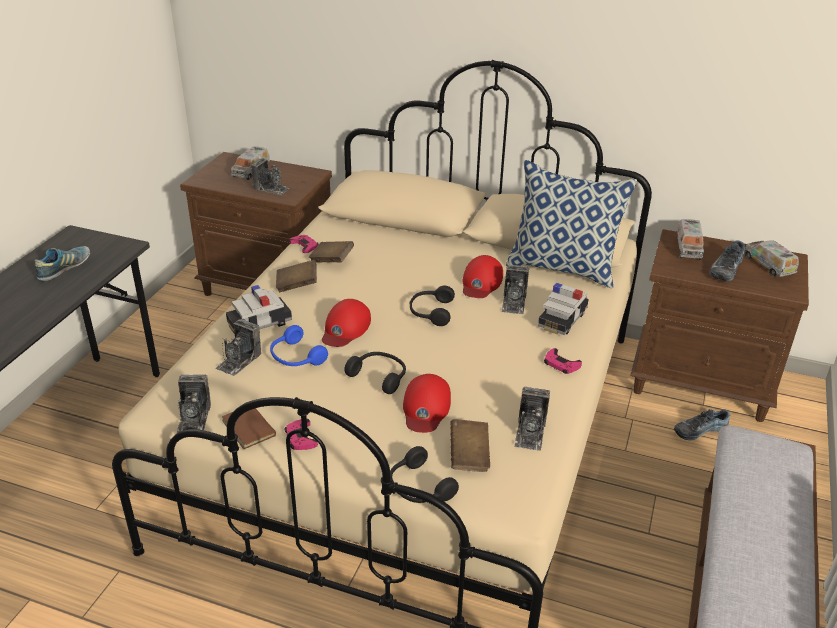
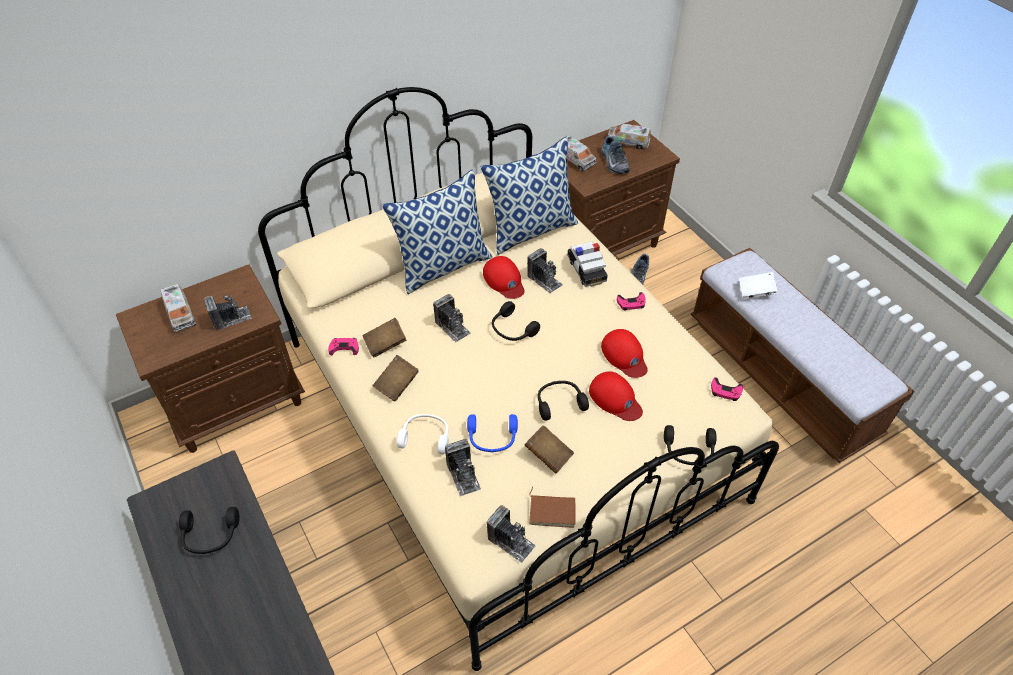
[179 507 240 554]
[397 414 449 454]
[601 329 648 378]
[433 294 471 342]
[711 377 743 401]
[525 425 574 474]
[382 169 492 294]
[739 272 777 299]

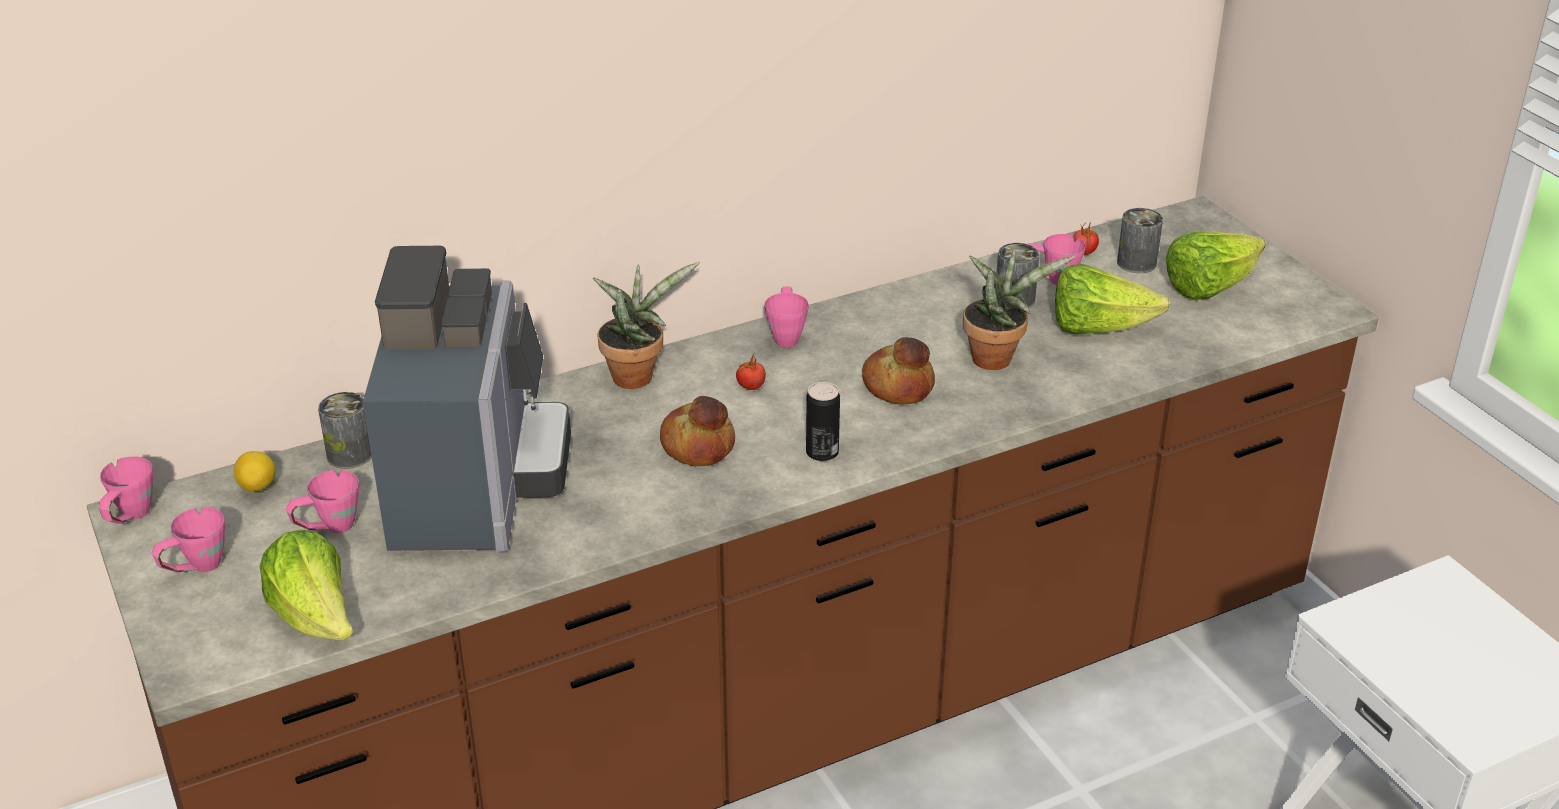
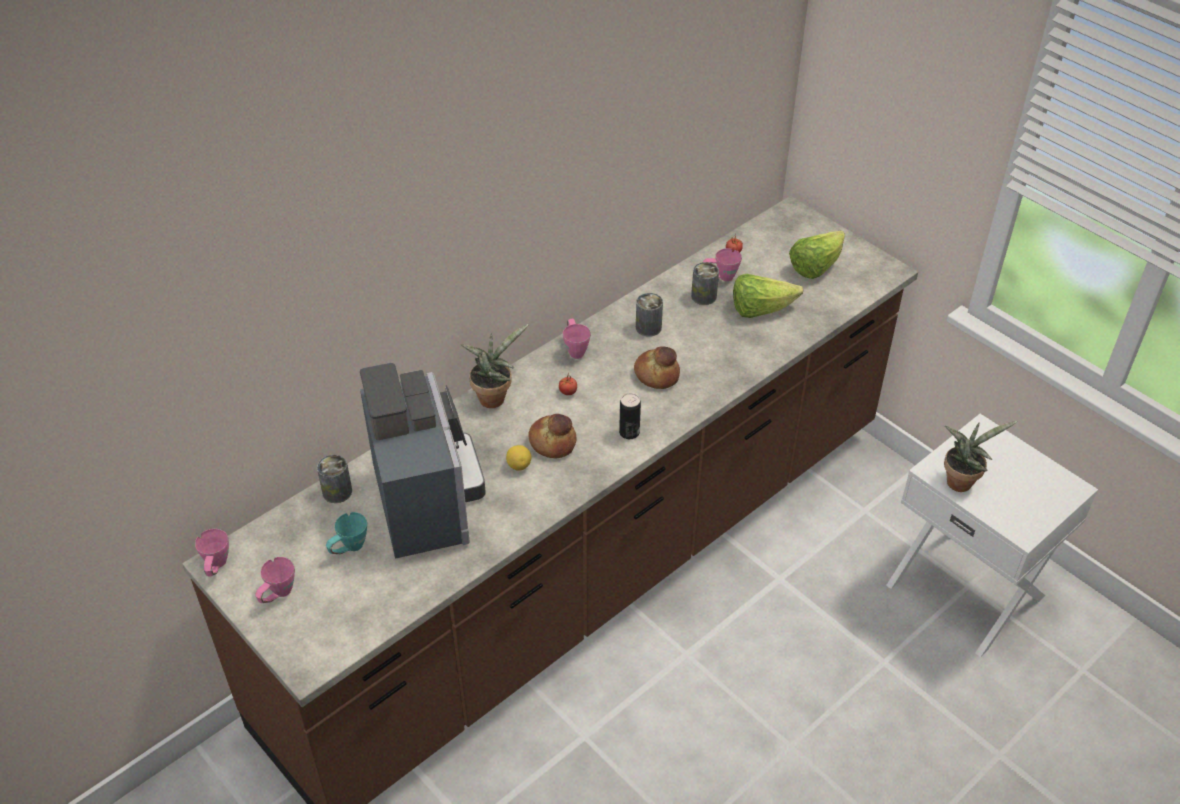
[636 293 663 337]
[944 421 1017 492]
[506 445 531 471]
[326 512 367 554]
[260 530 353 640] (first image)

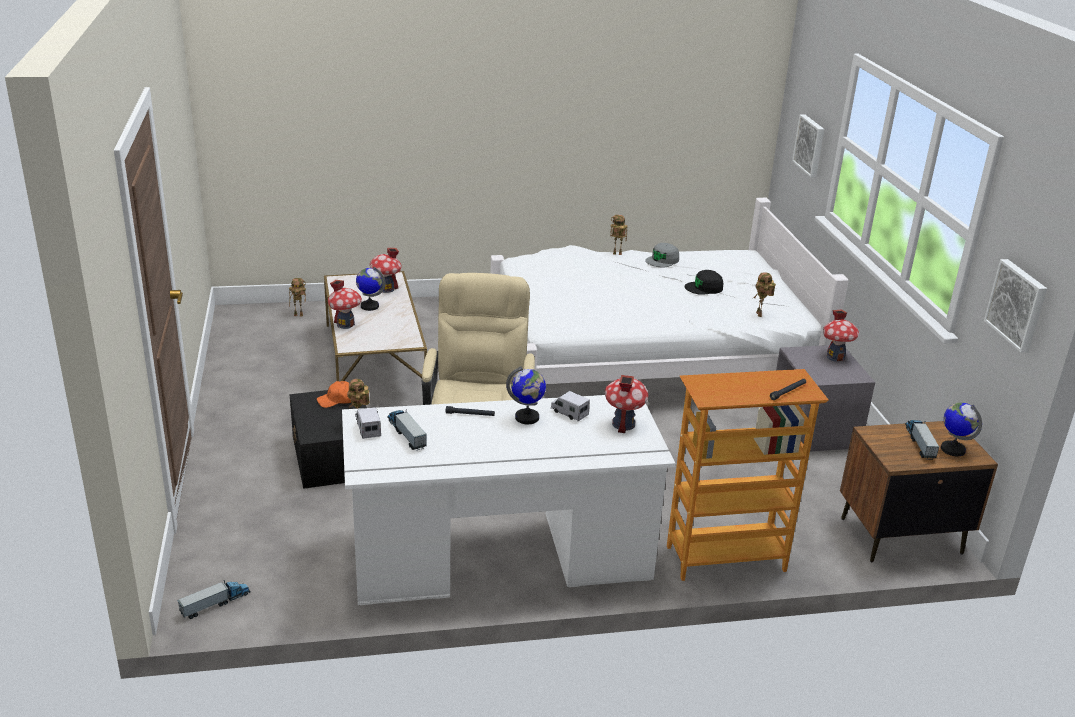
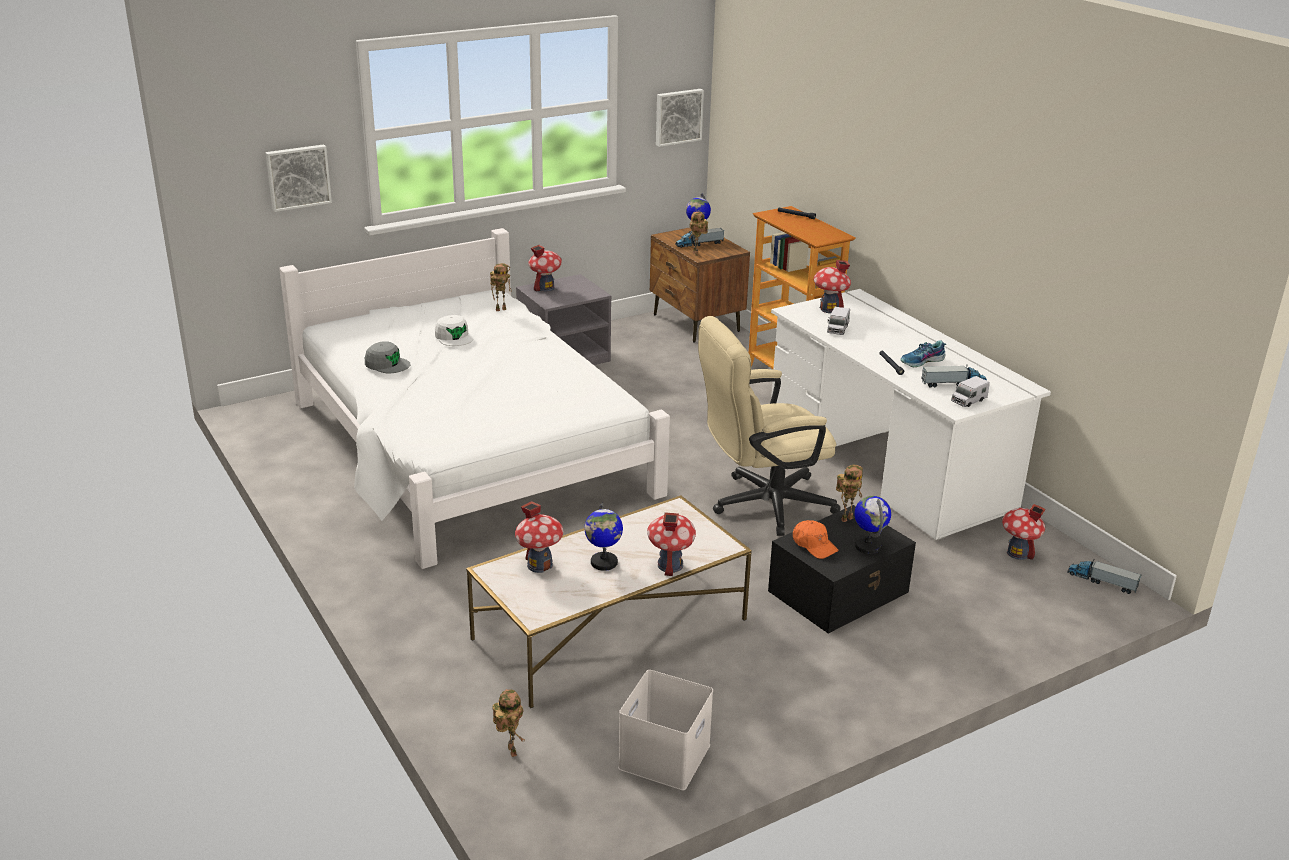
[688 212 708 256]
[435 315 473 346]
[854 496 891 554]
[921 364 987 388]
[900 340 946 367]
[1002 504 1046 560]
[618 670 713 790]

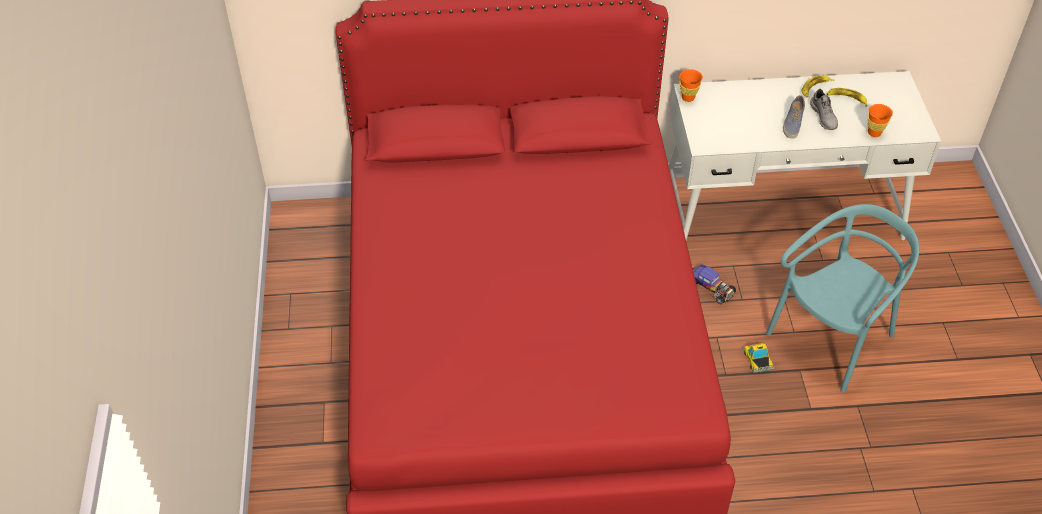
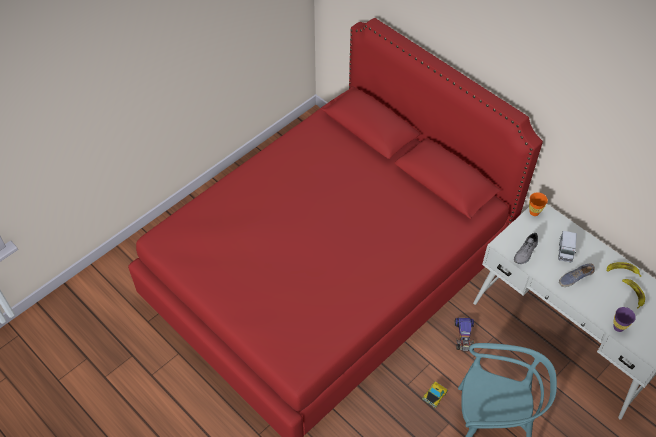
[514 233 538 264]
[613 307 636 332]
[558 231 577 262]

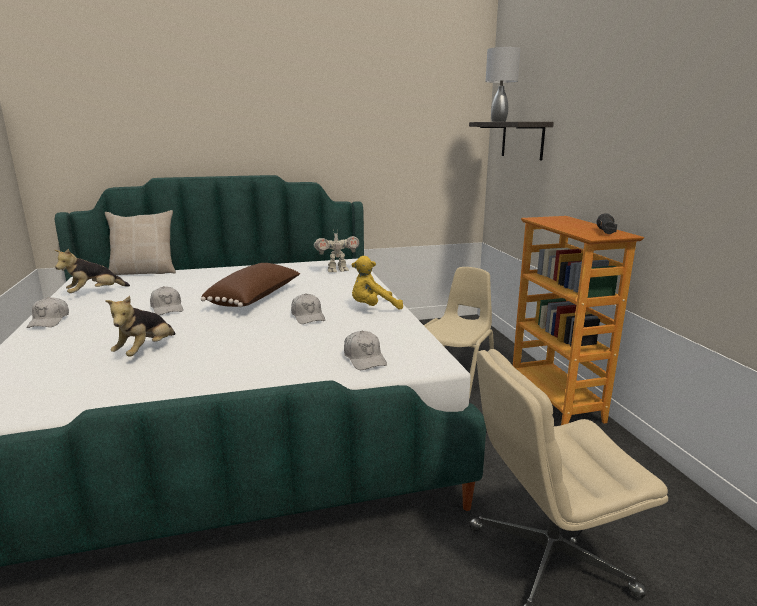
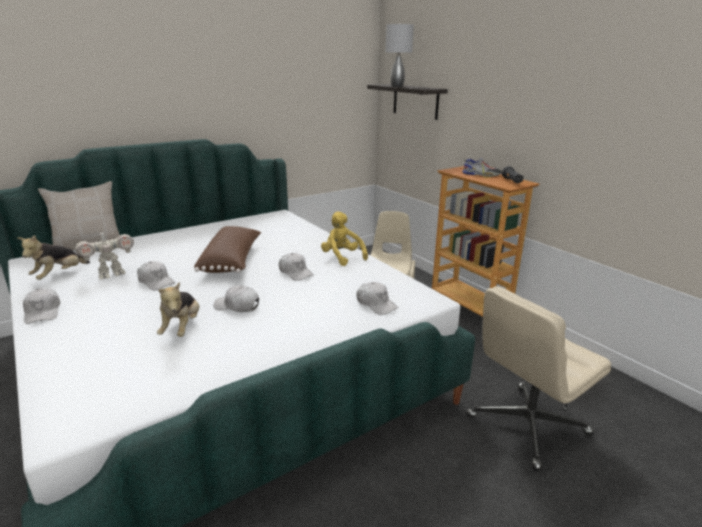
[75 228 134 279]
[321 211 368 266]
[462 158 502 178]
[213 285 259 312]

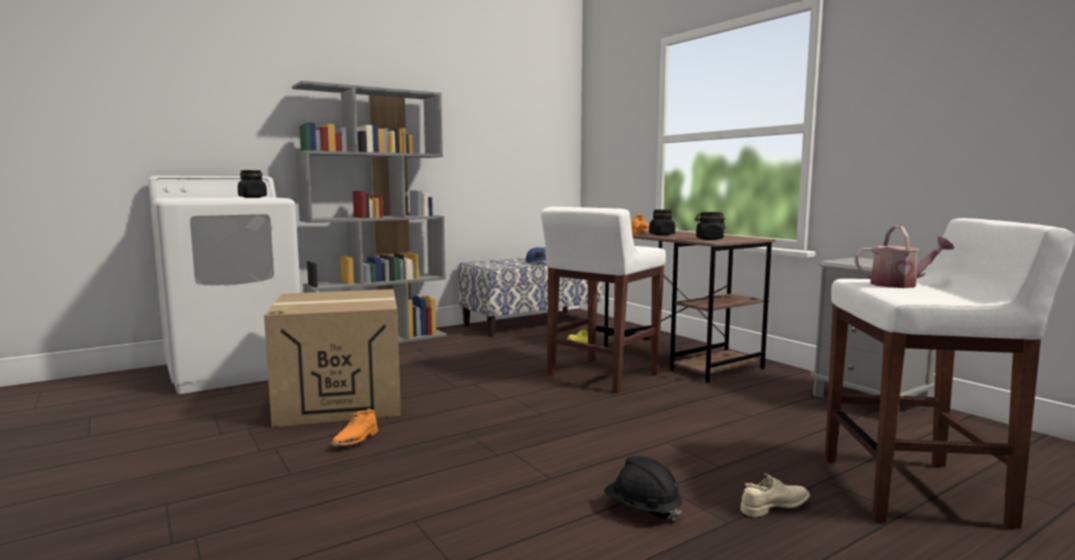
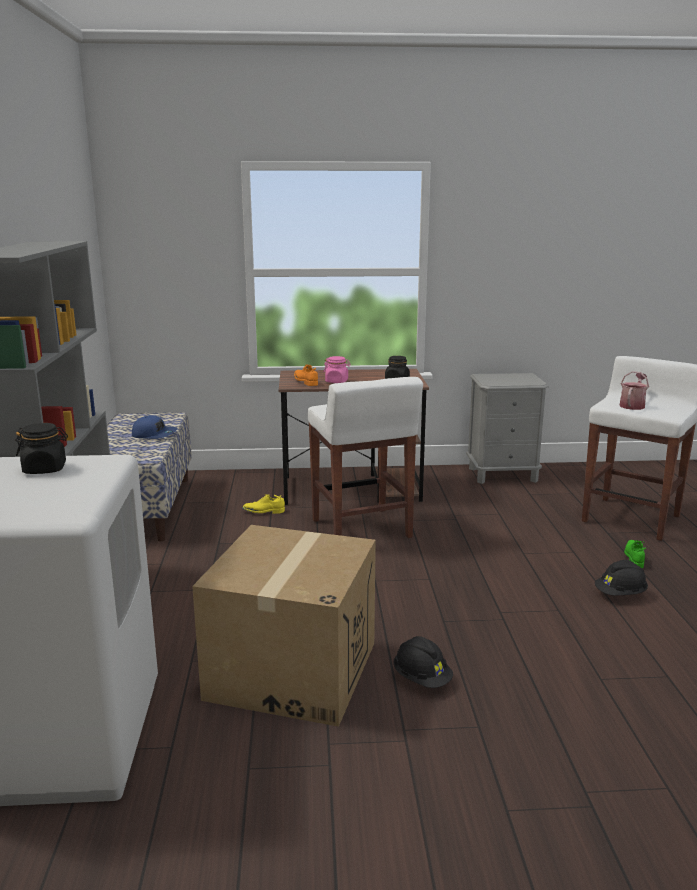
[324 356 351 383]
[393 636 453 688]
[624 540 646 568]

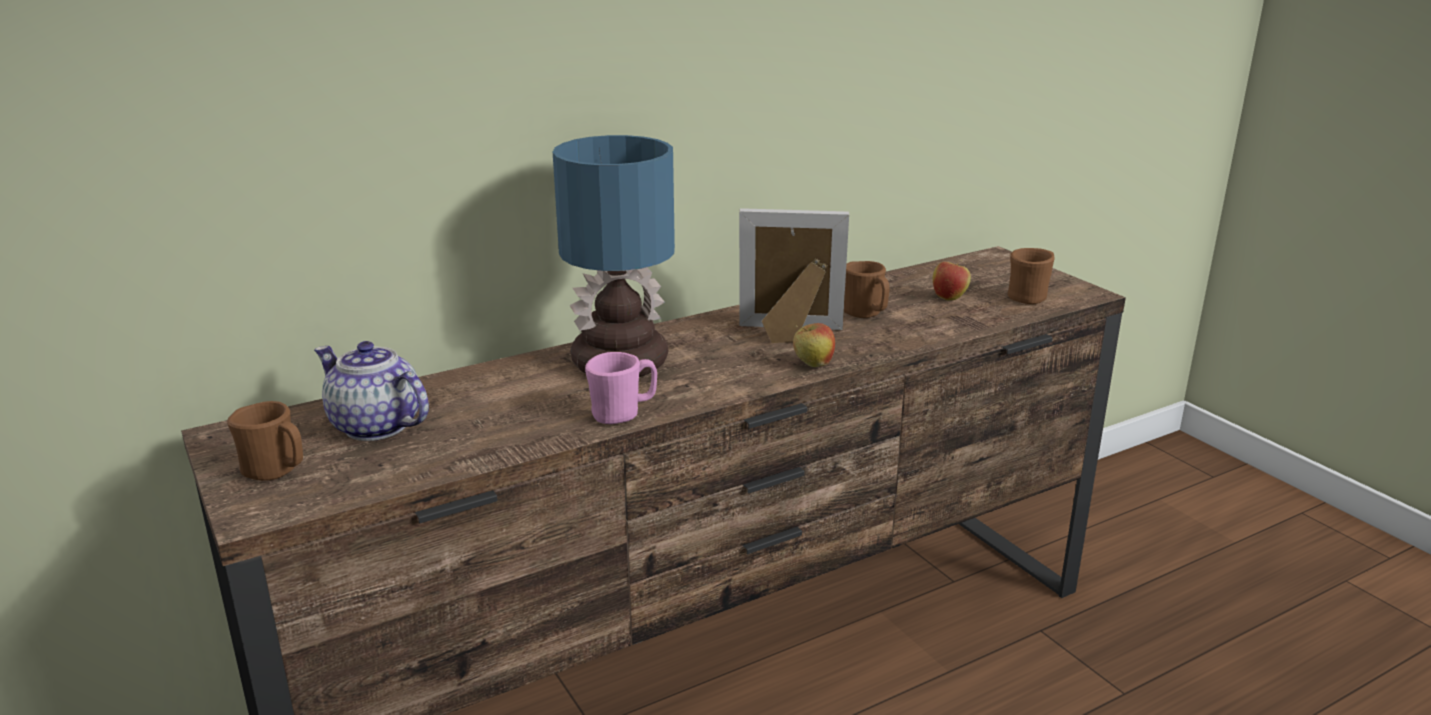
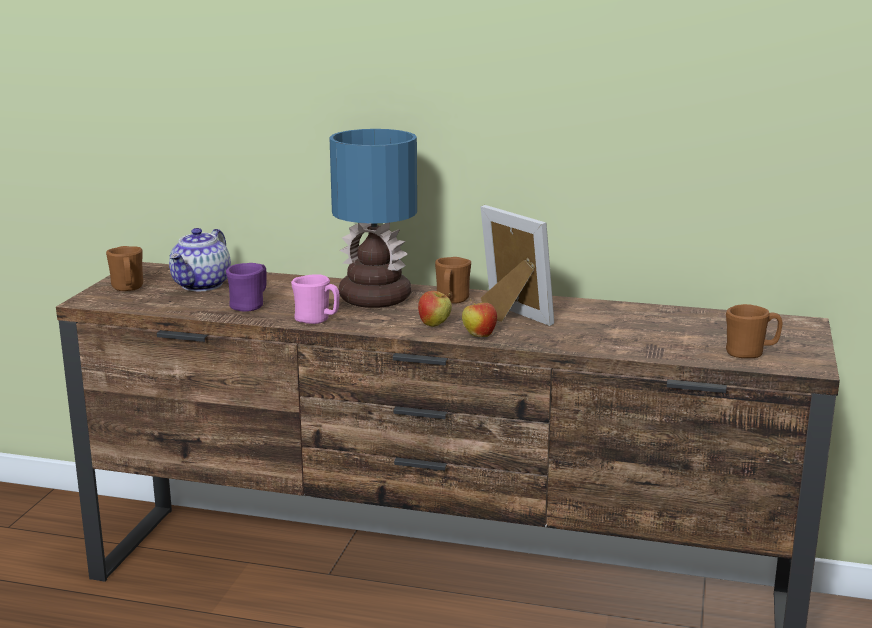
[418 291 452 327]
[435 257 471 304]
[169 228 231 291]
[226 263 267 311]

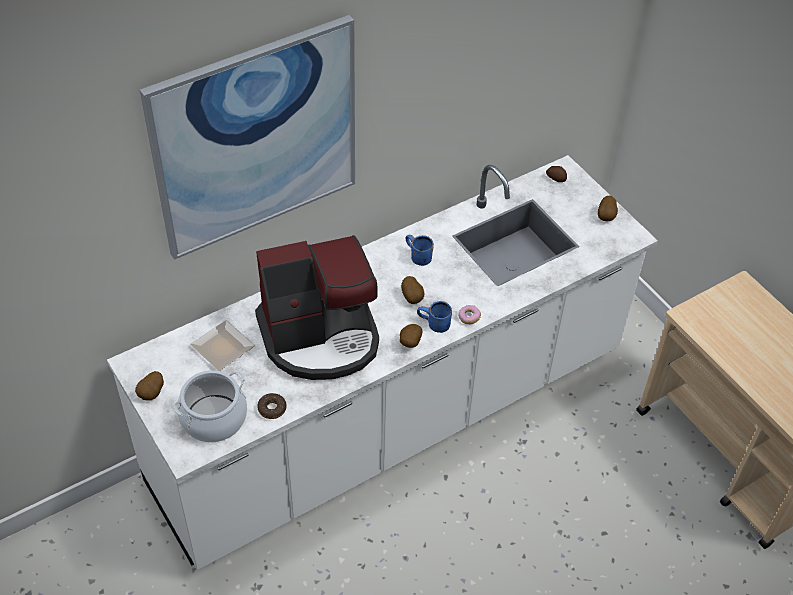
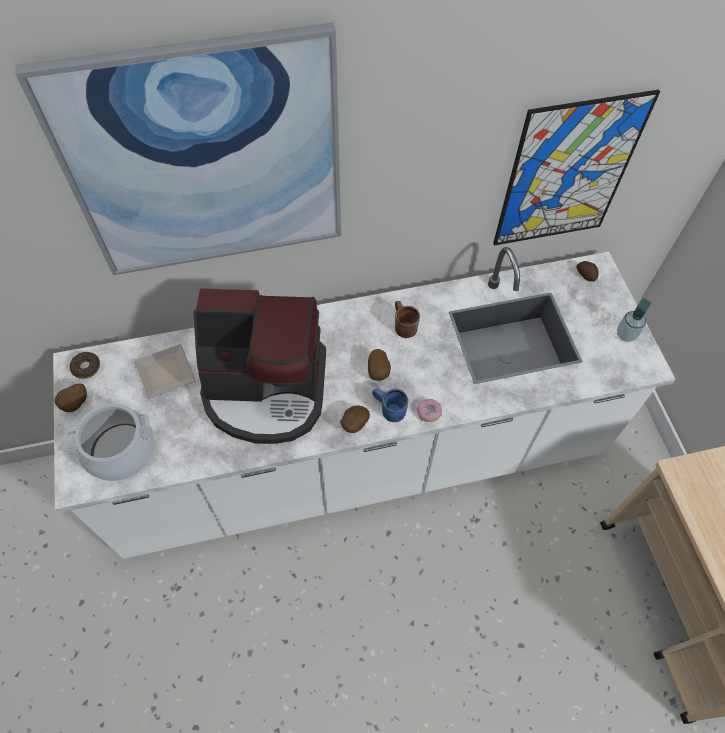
[617 298 651 342]
[395 301 420 338]
[70 352 100 379]
[493 90 660 245]

